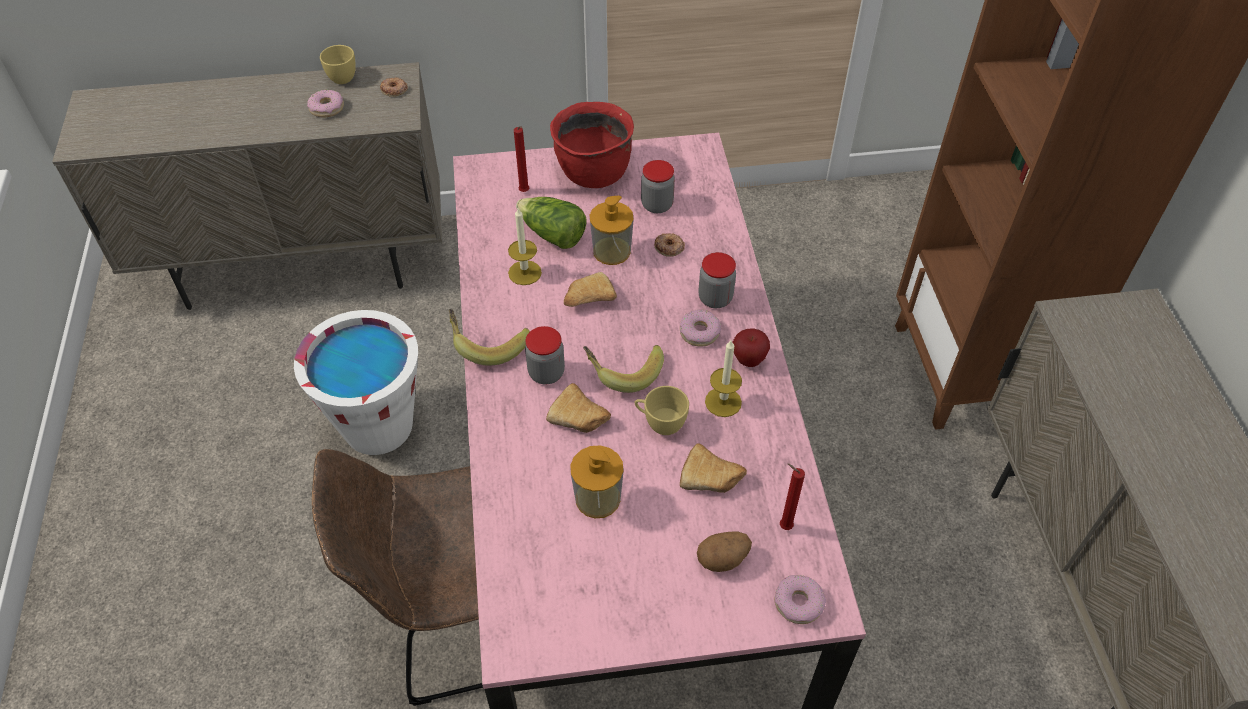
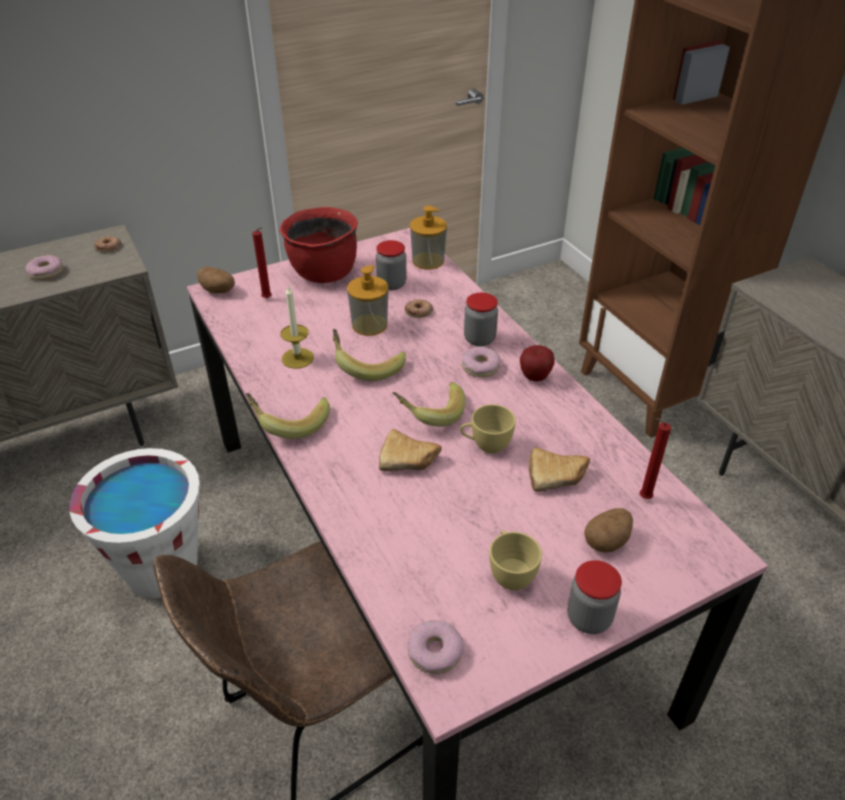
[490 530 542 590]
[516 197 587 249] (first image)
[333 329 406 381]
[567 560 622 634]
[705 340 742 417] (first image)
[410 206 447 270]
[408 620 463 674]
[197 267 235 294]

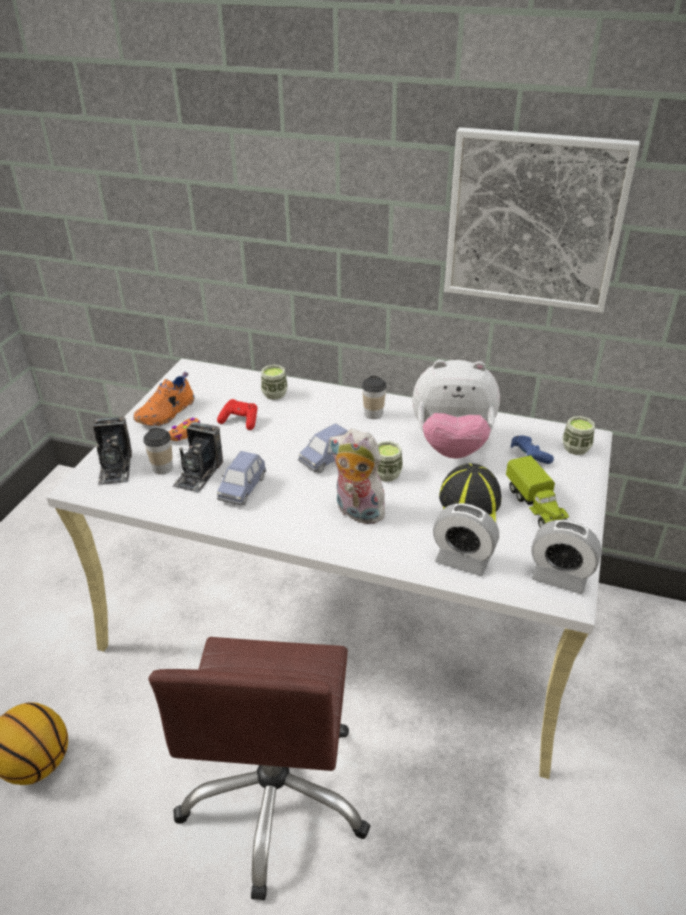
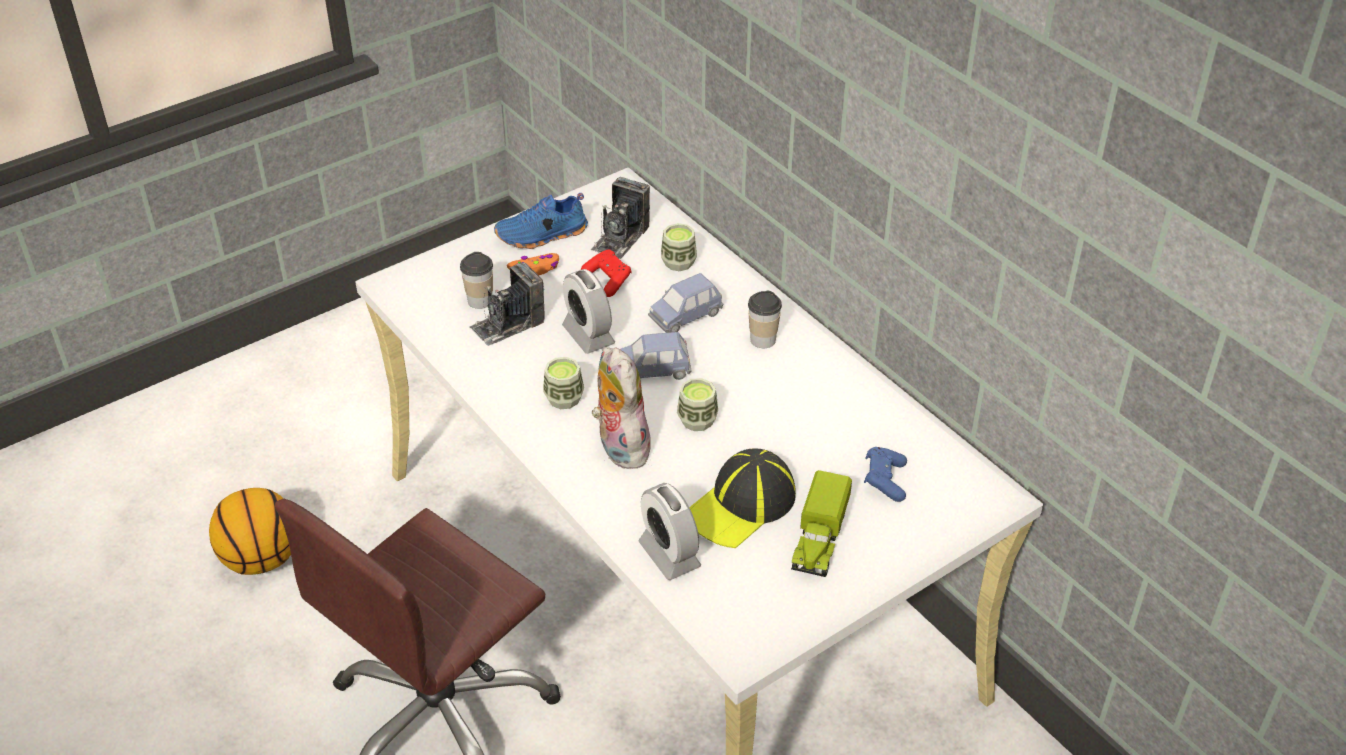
[444 127 640 313] (first image)
[412 360 500 459] (first image)
[494 193 588 249]
[591 177 650 259]
[543 357 584 409]
[648 273 723 333]
[562 269 615 354]

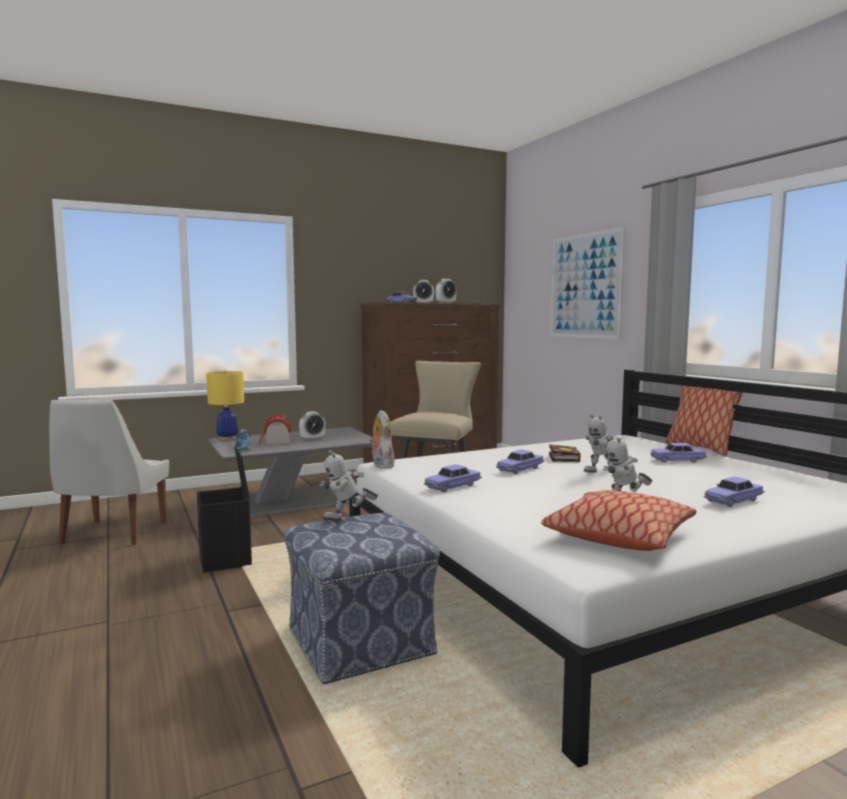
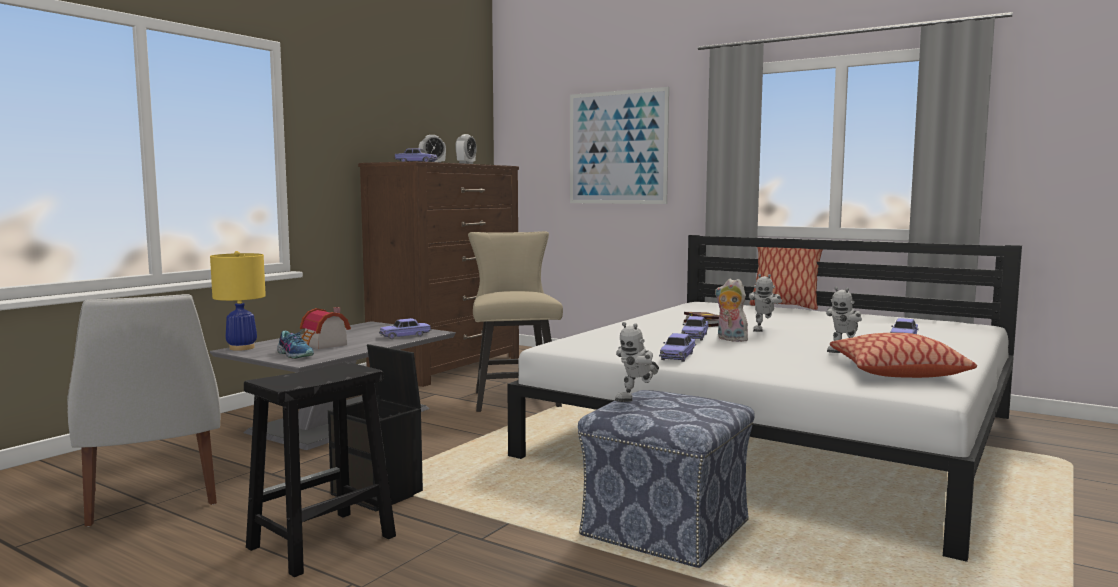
[715 279 748 342]
[299 411 326 441] (first image)
[379 318 432 339]
[244 362 396 577]

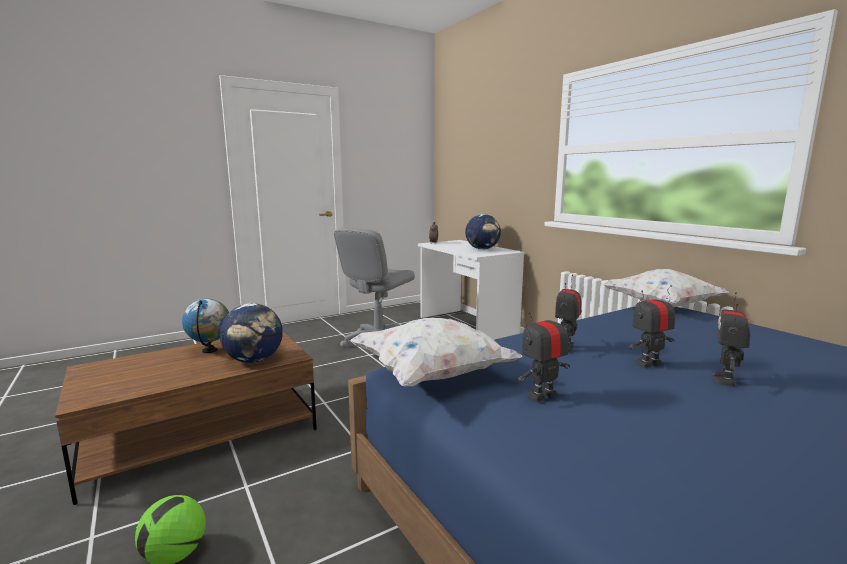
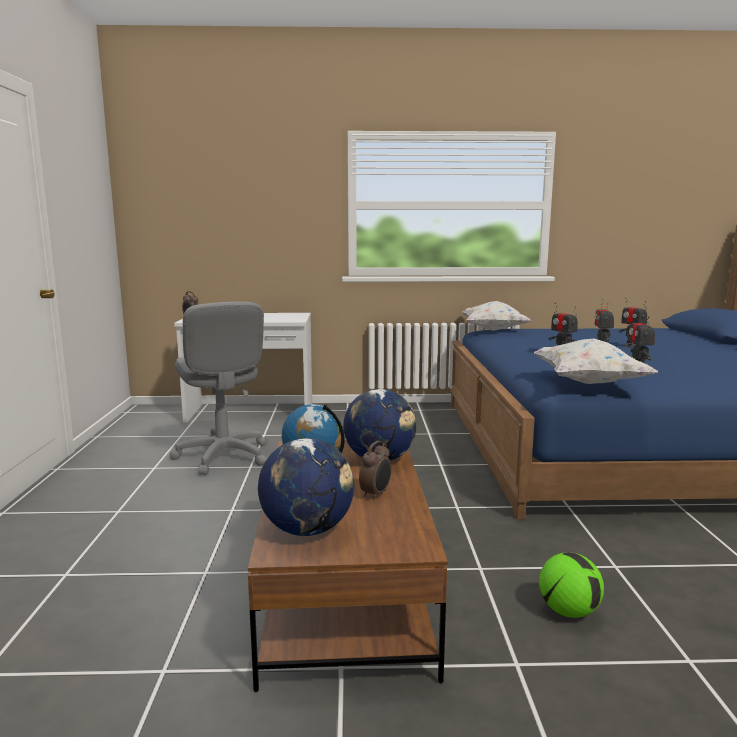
[258 438 354 536]
[359 441 391 500]

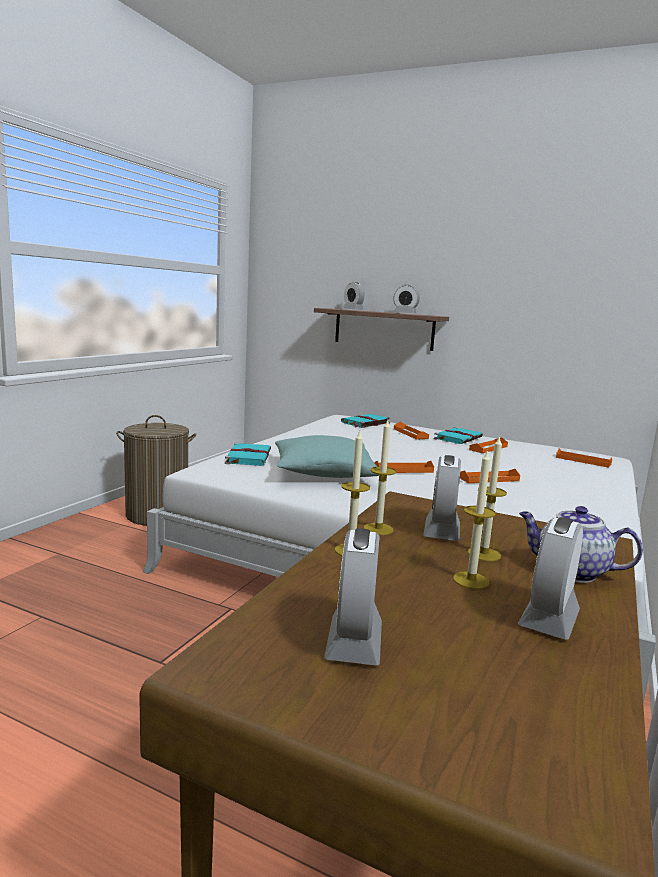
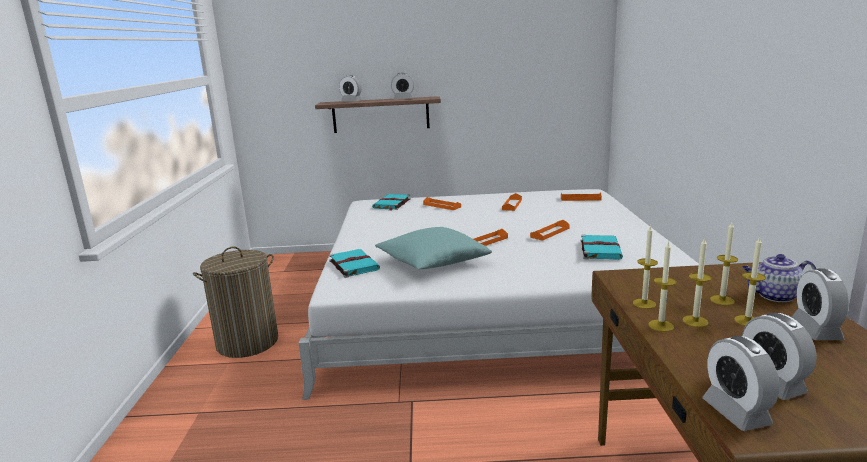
[581 235 623 260]
[702 336 779 431]
[682 237 712 327]

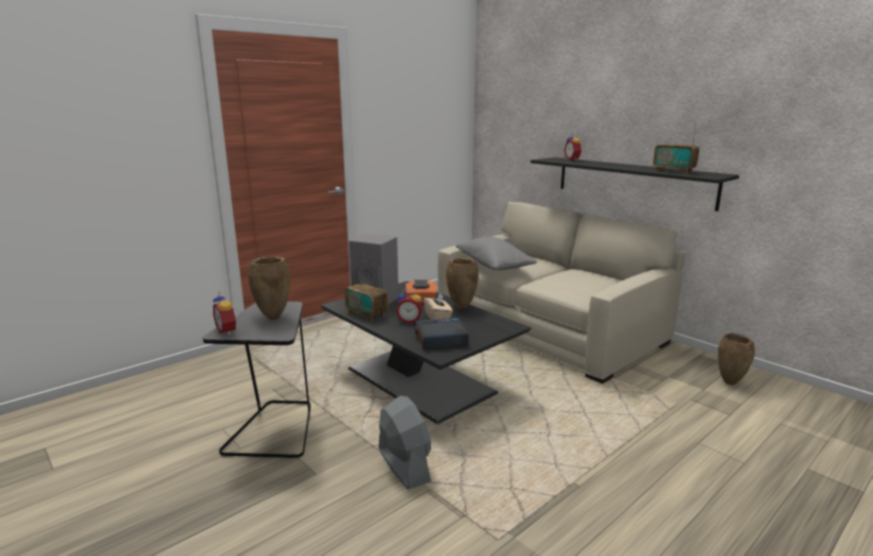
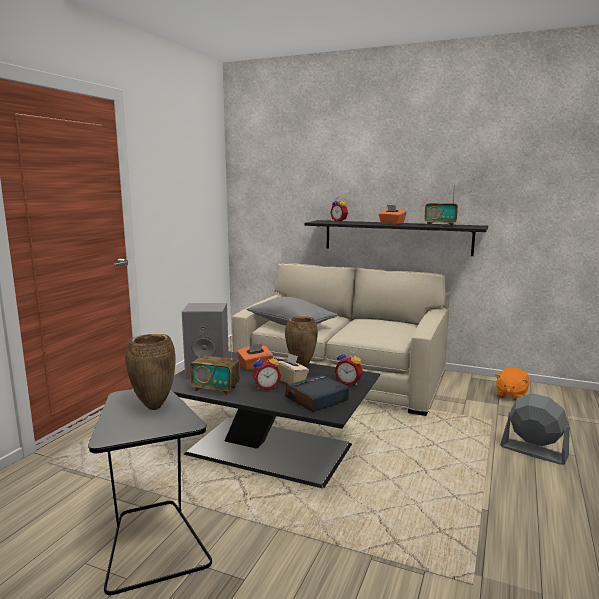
[334 350 363 385]
[495 368 529 401]
[500 393 570 465]
[378 205 407 225]

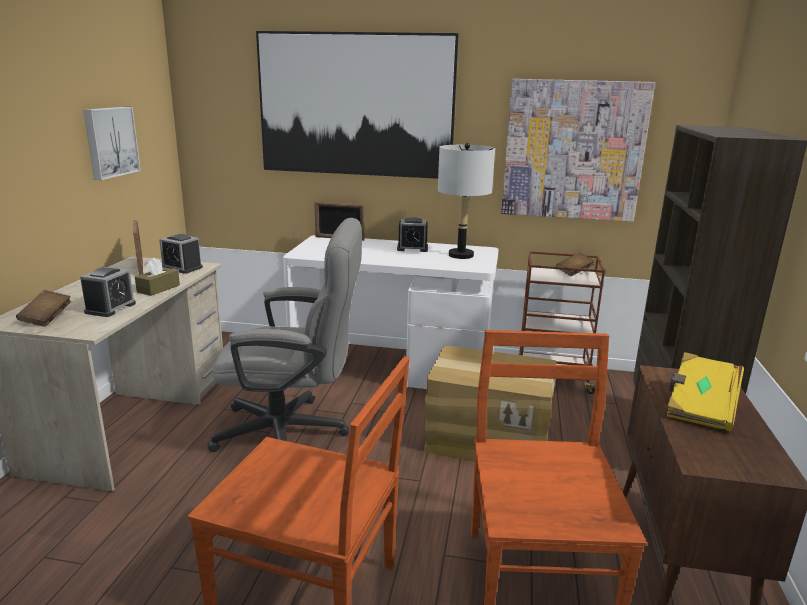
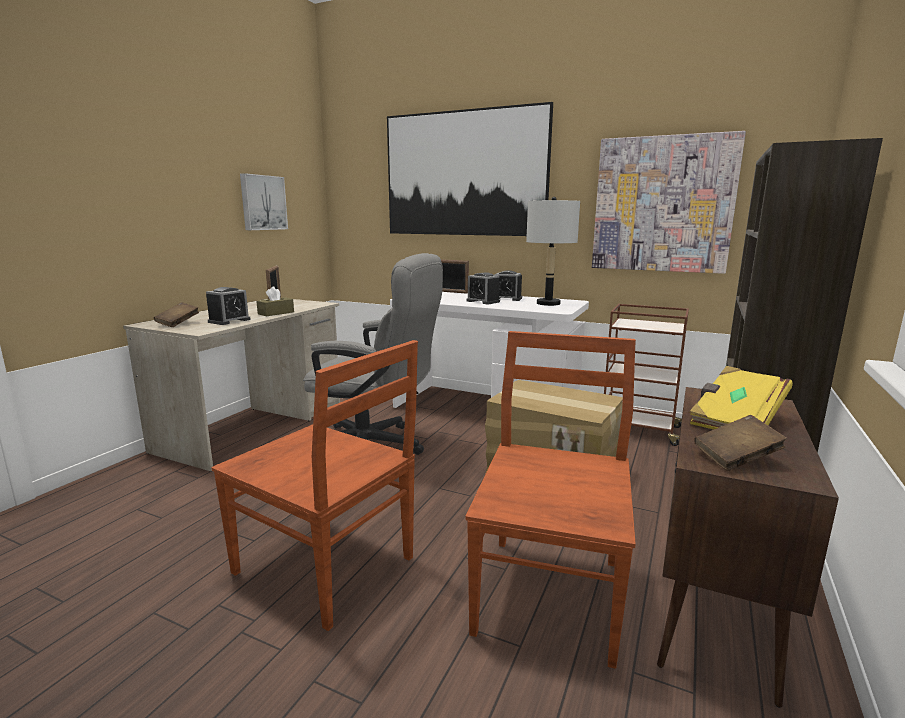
[466 272 500 304]
[694 415 787 471]

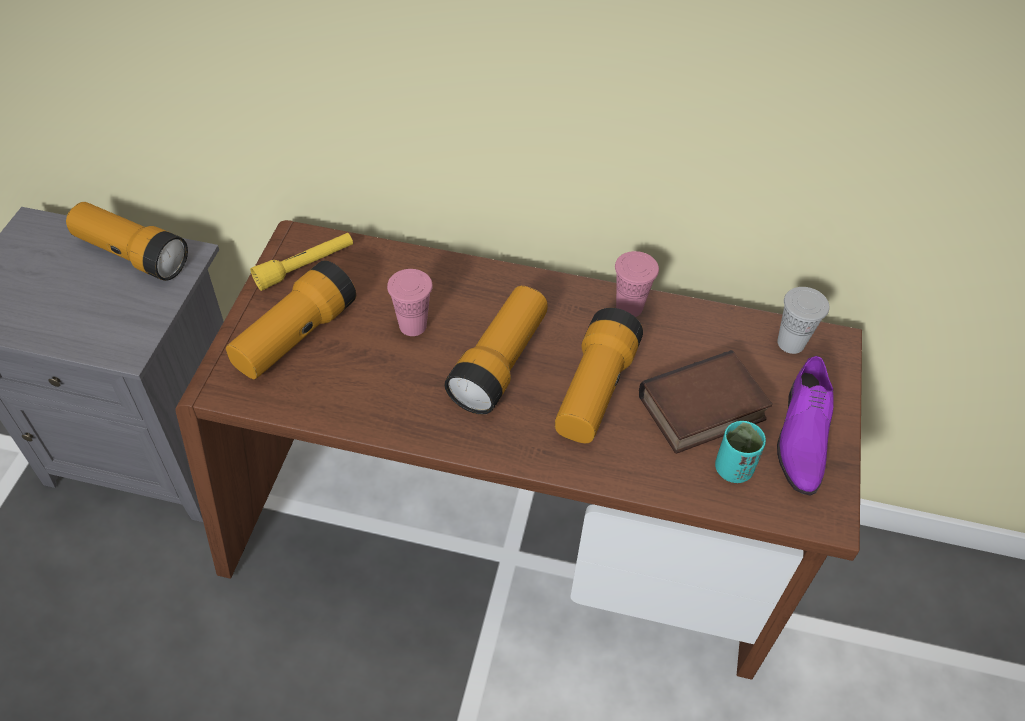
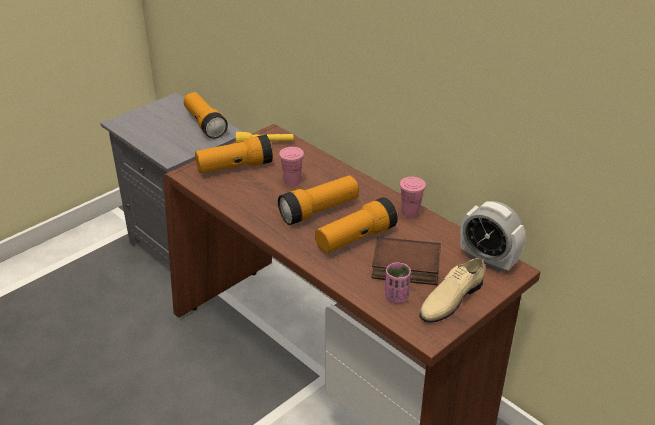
[460 201 525 272]
[419 258 485 323]
[385 262 411 303]

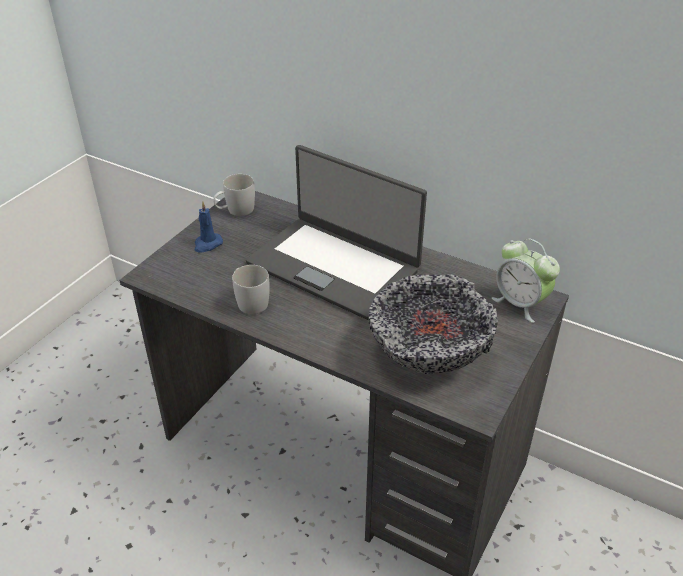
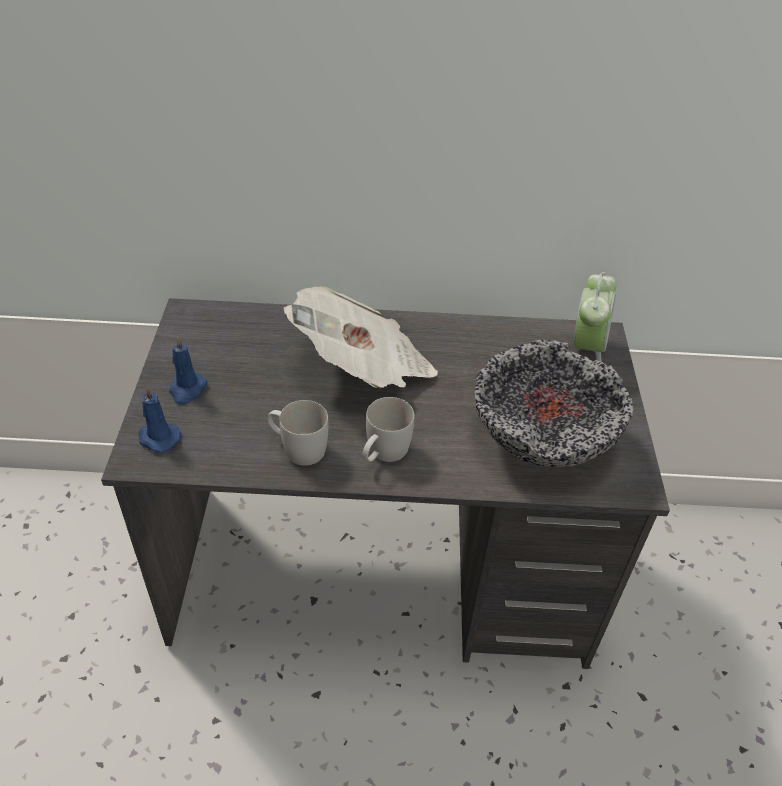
[283 286 438 389]
[363 397 414 462]
[573 272 616 361]
[139 386 181 453]

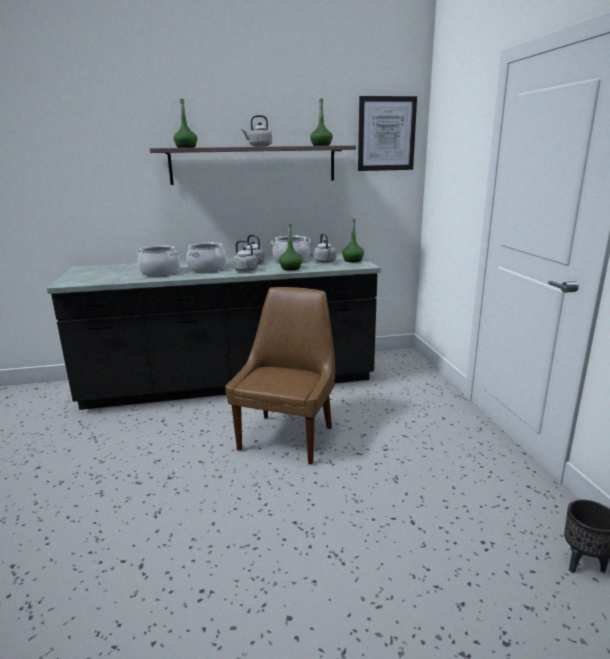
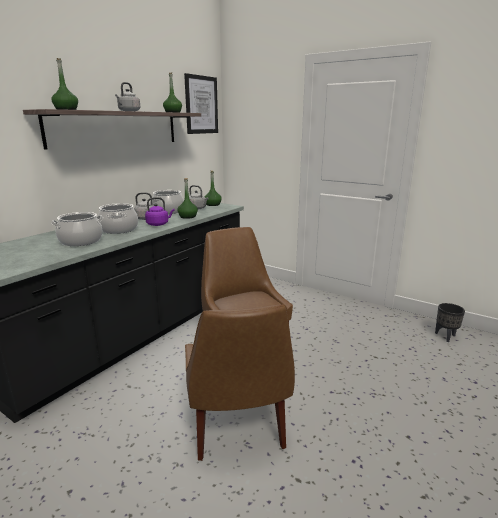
[145 197 174 226]
[185 304 295 461]

